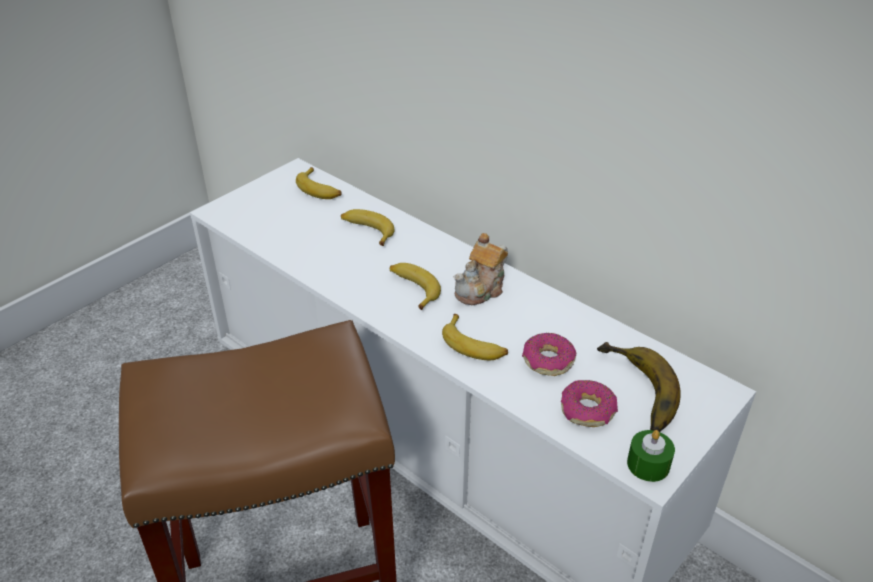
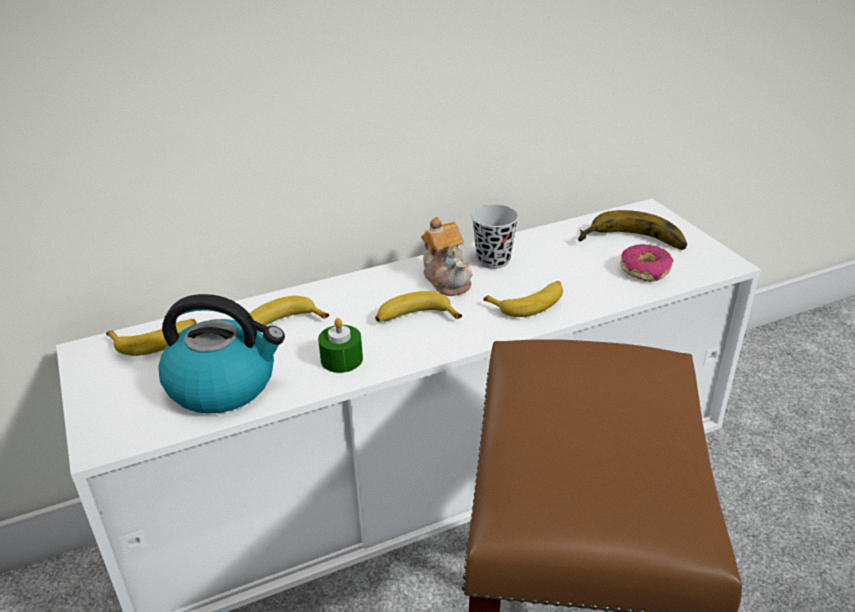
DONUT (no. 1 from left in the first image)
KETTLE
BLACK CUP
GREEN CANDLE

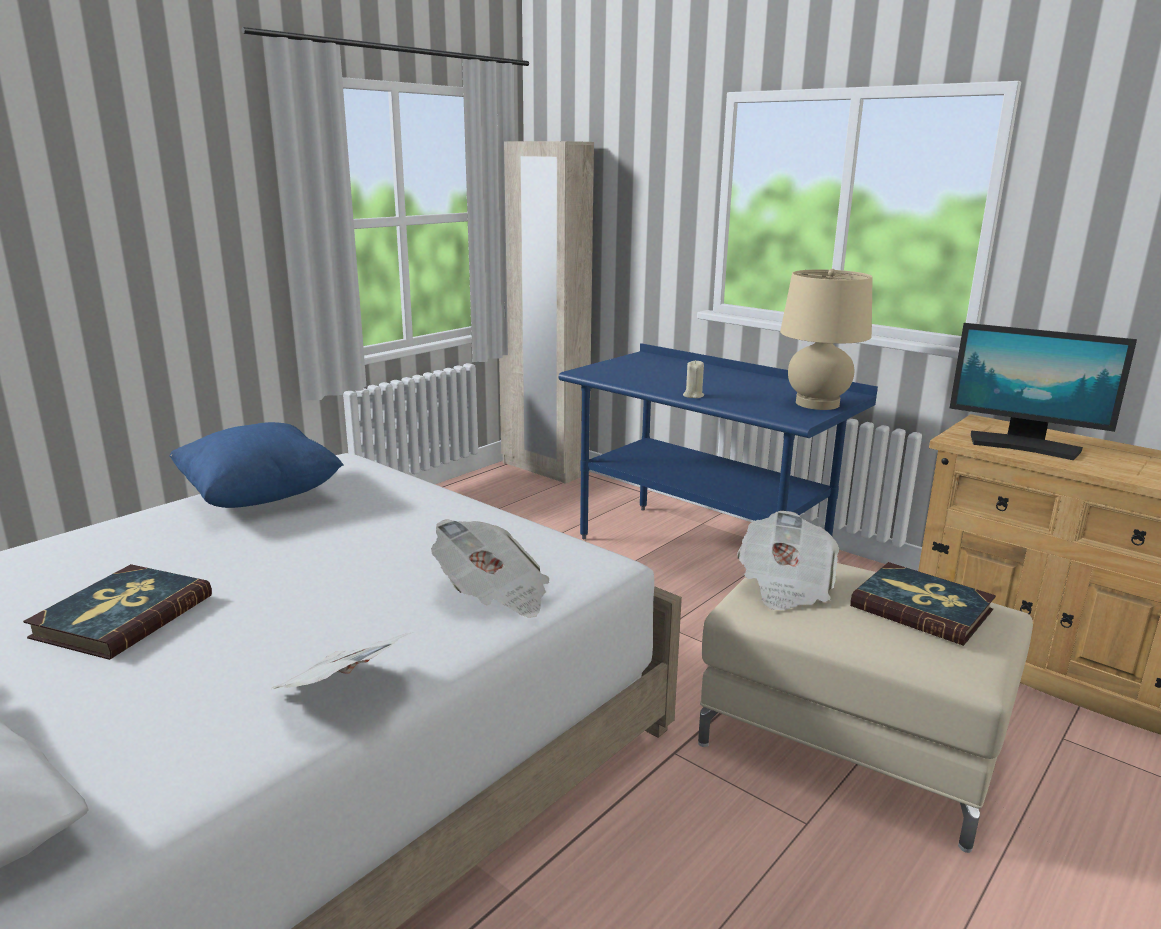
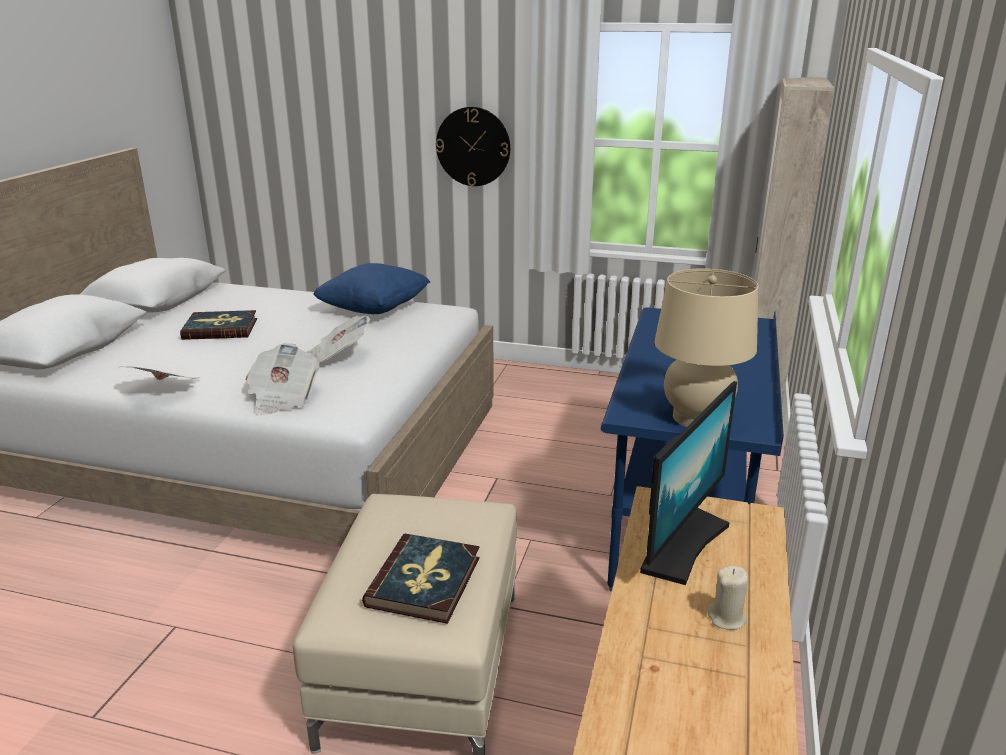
WALL CLOCK
BEIGE CANDLE
NEWSPAPER (no. 3 from left)
MONITOR

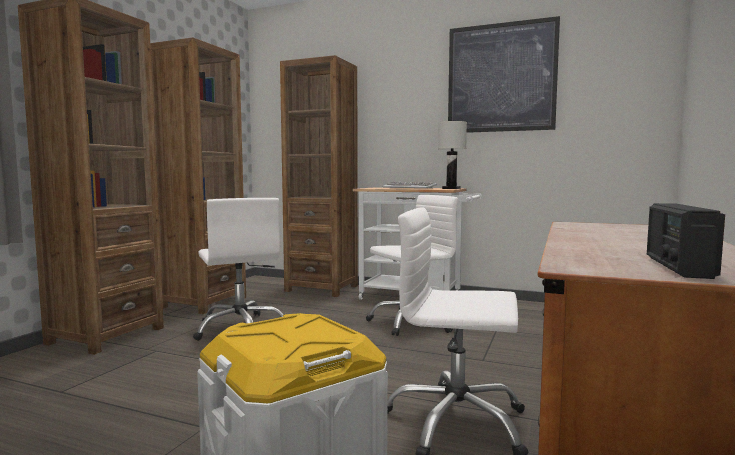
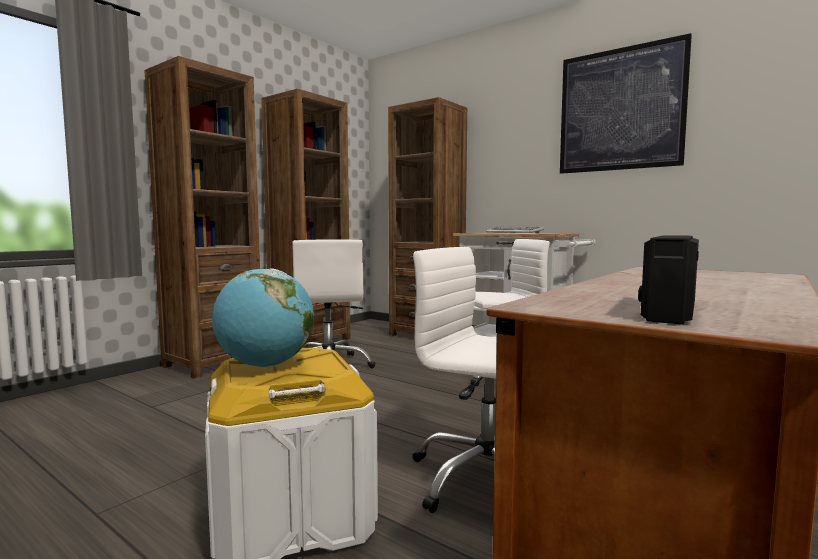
WHITE TABLE LAMP
GLOBE

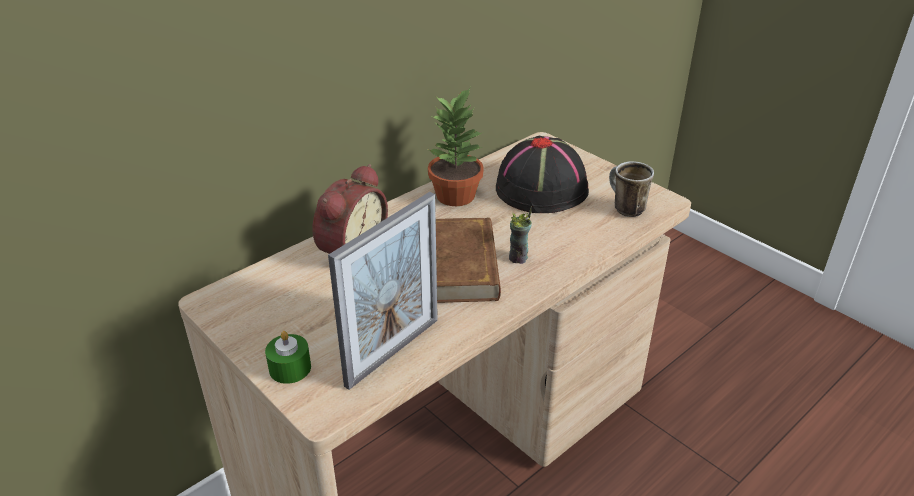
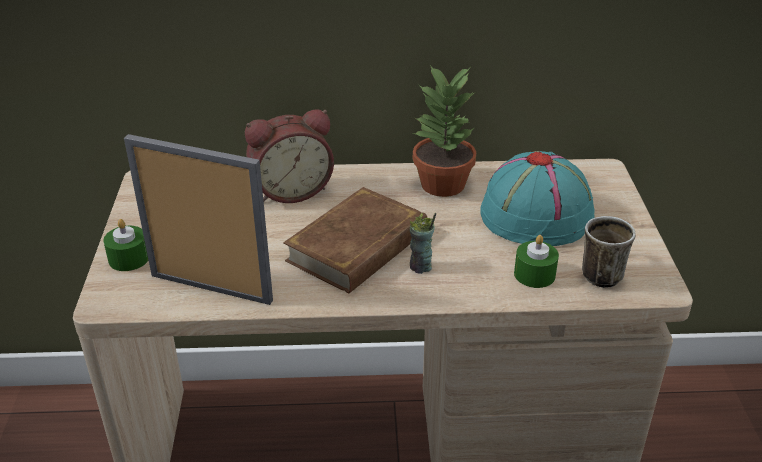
GREEN CANDLE (no. 2 from left)
TURQUOISE HAT
PICTURE FRAME

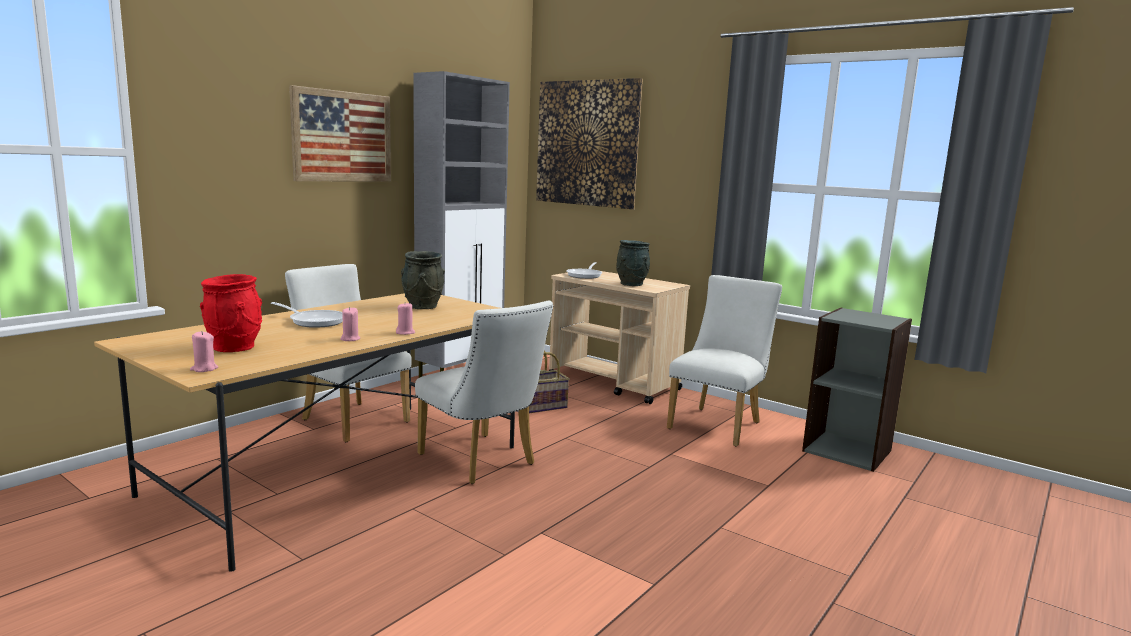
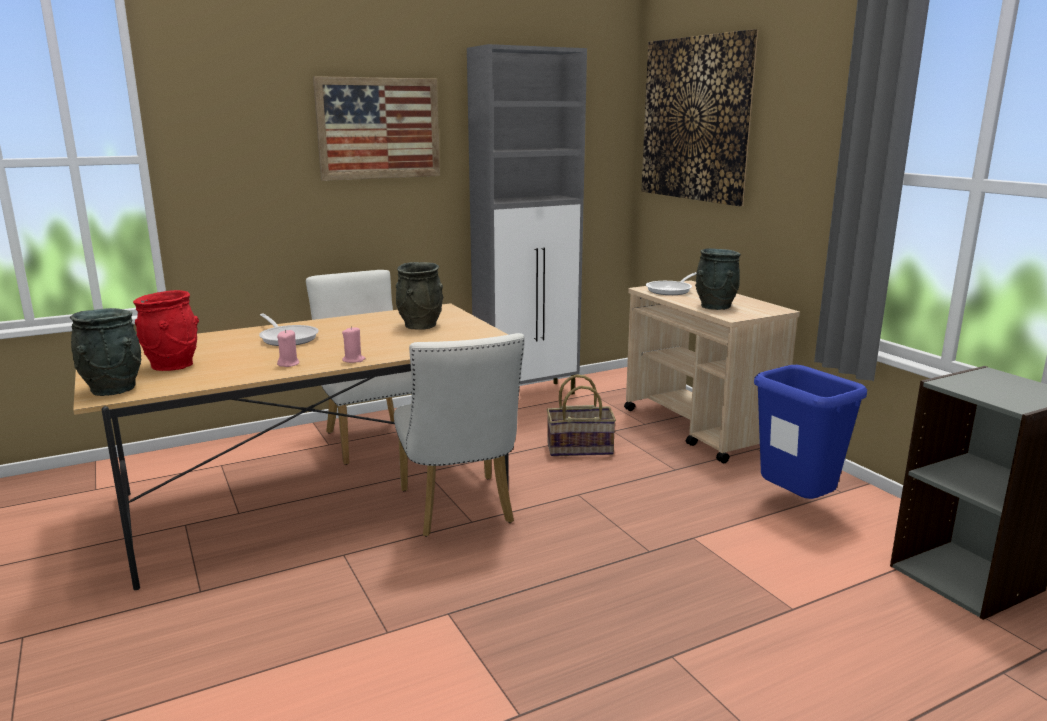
GREY VASE (no. 1 from left)
BLUE TRASH CAN

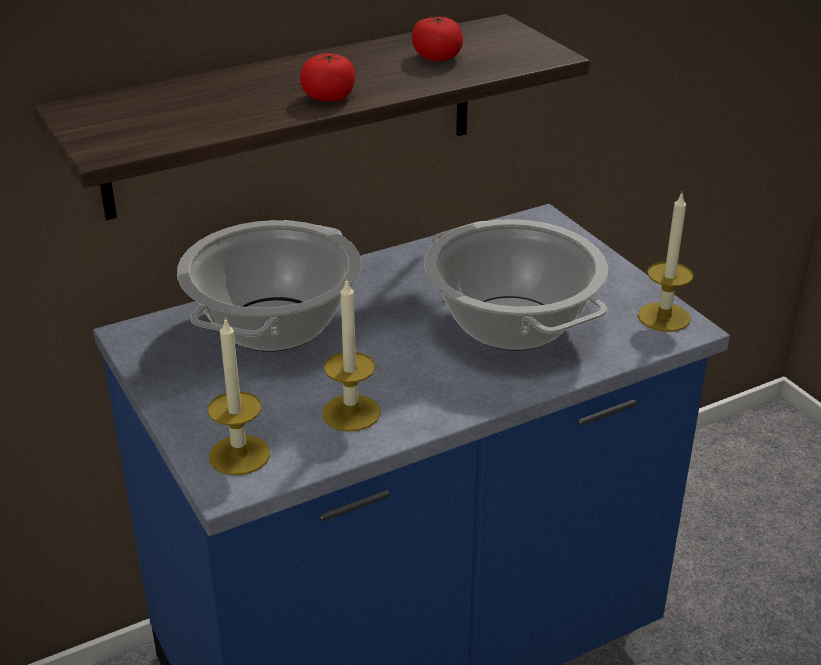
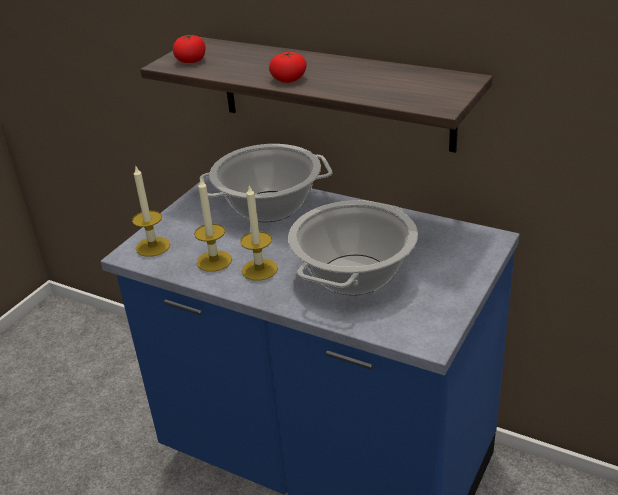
TOMATO (no. 1 from left)
CANDLE (no. 3 from left)

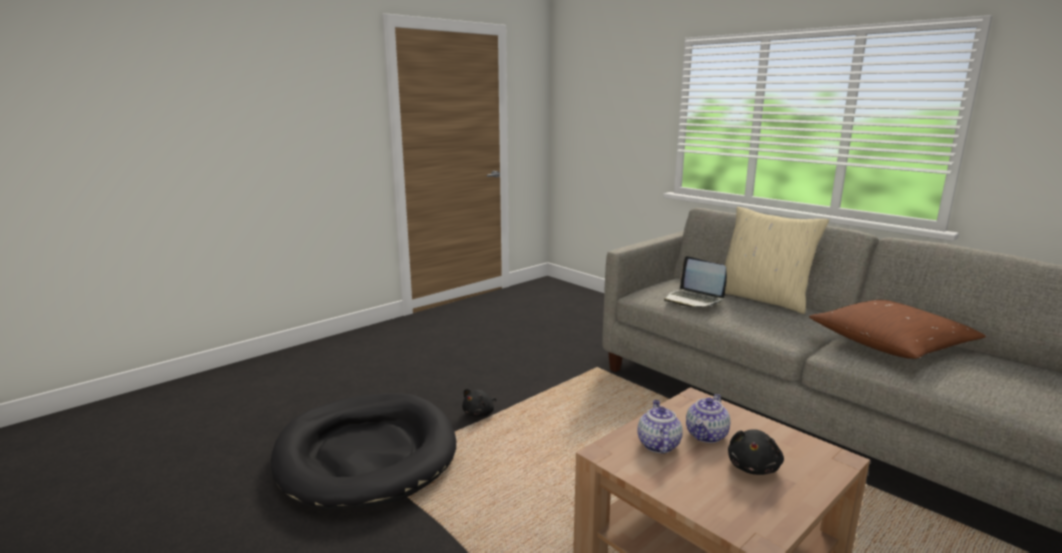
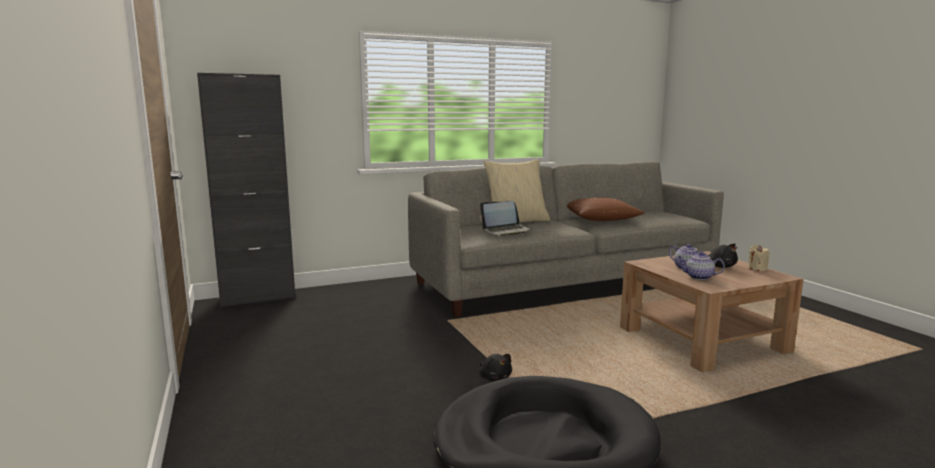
BLACK CABINET
BEIGE CANDLE

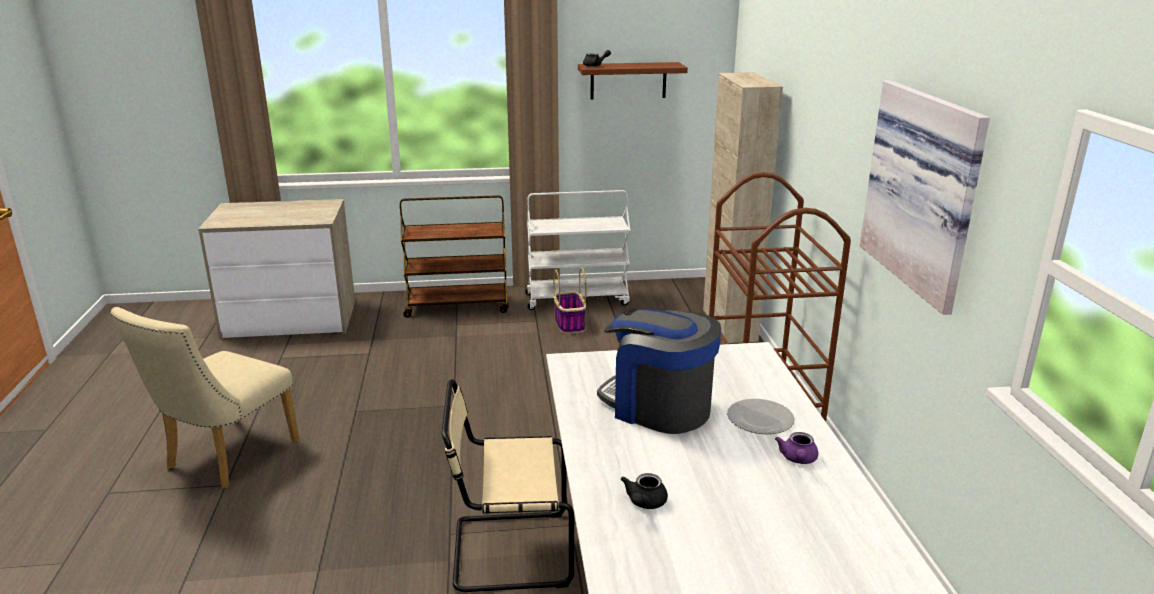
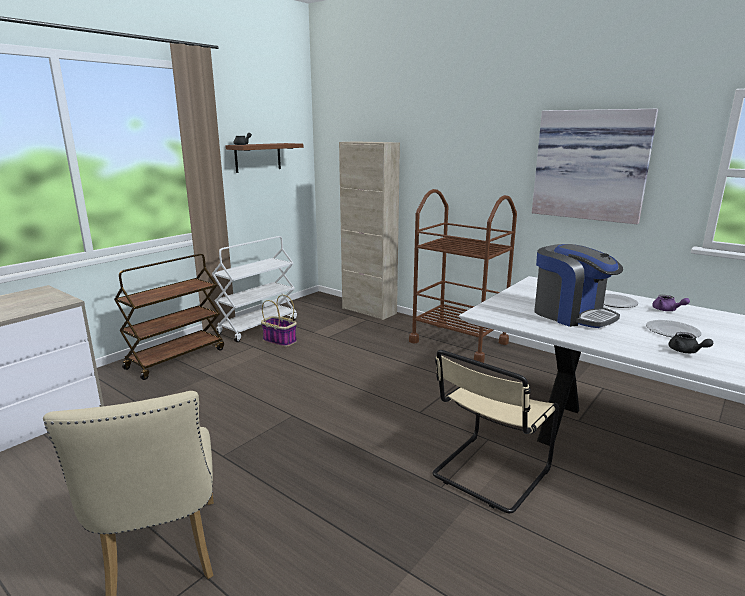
PLATE (no. 2 from left)
COFFEE MACHINE

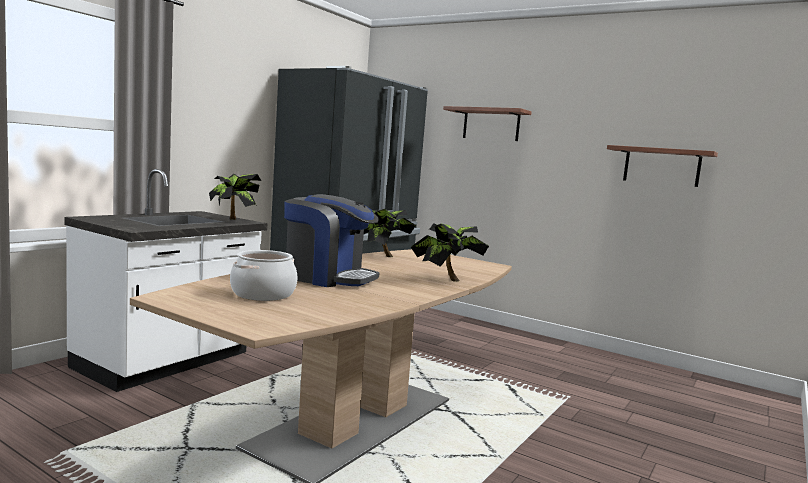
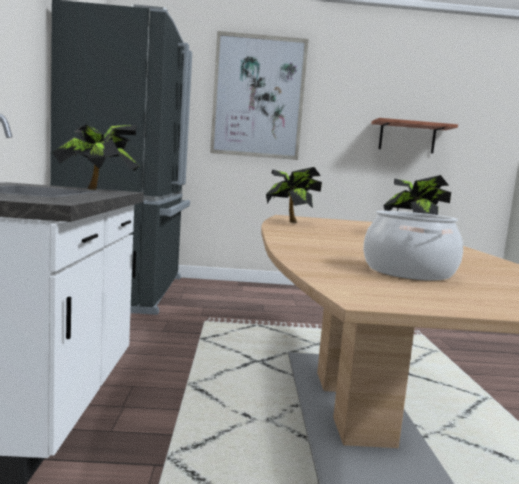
COFFEE MACHINE
PICTURE

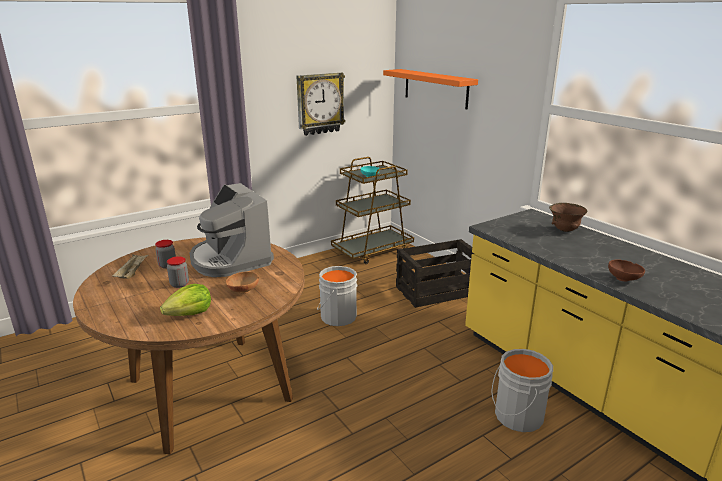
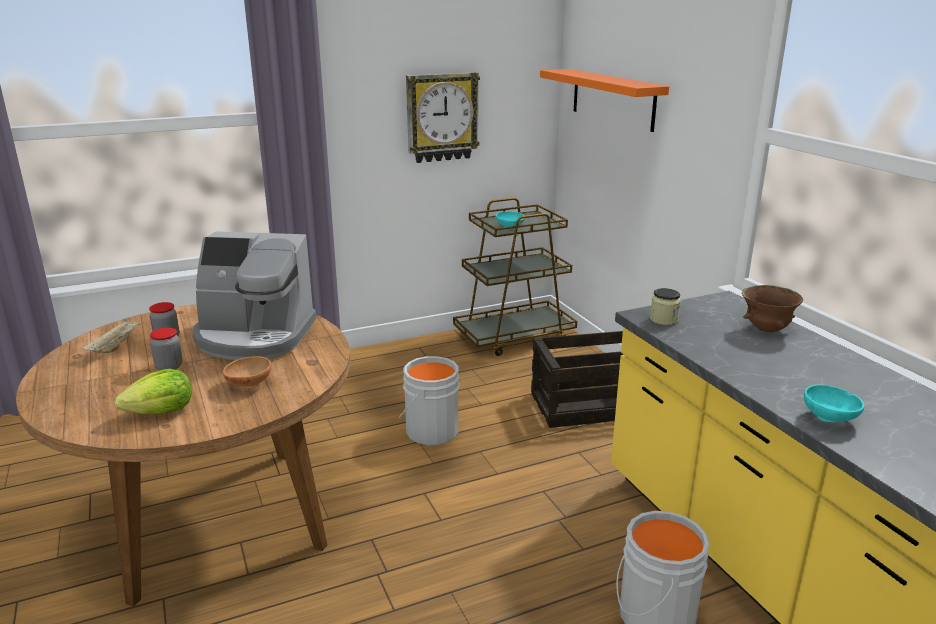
JAR (no. 3 from left)
TURQUOISE BOWL (no. 2 from left)
COFFEE MACHINE

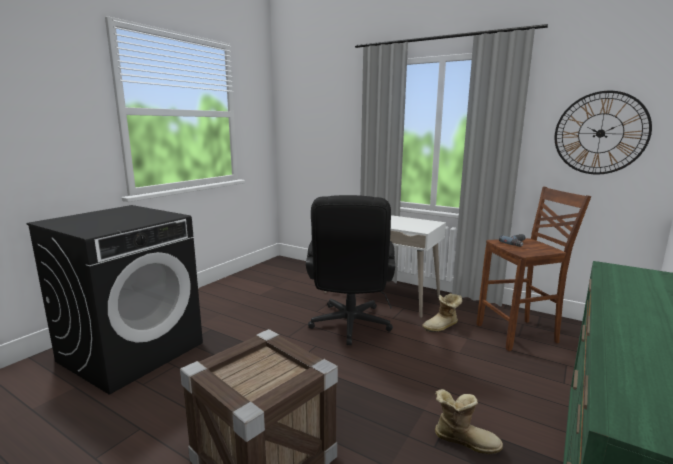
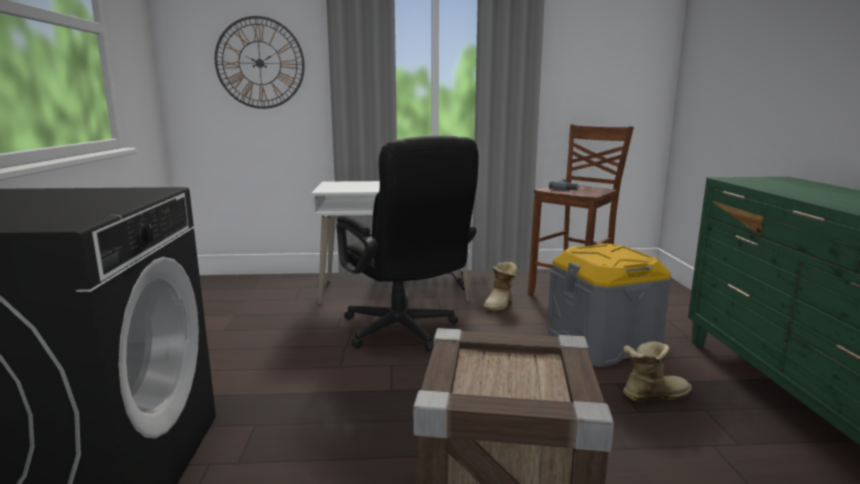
GREY STORAGE BOX
WALL CLOCK

